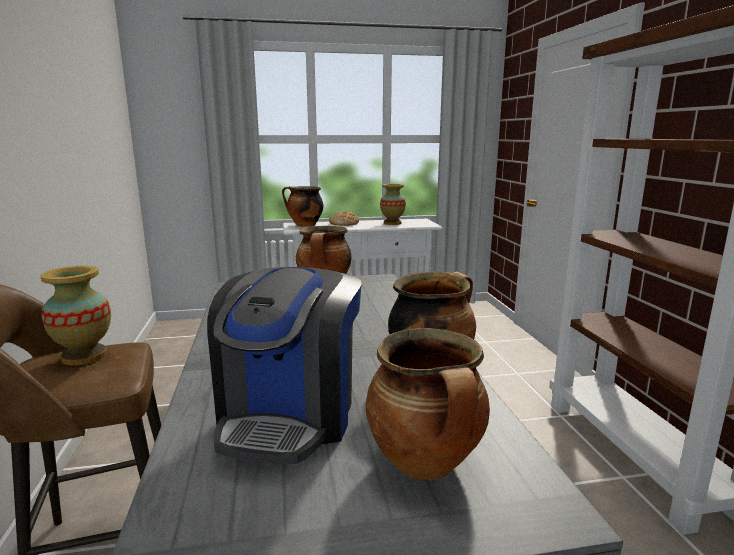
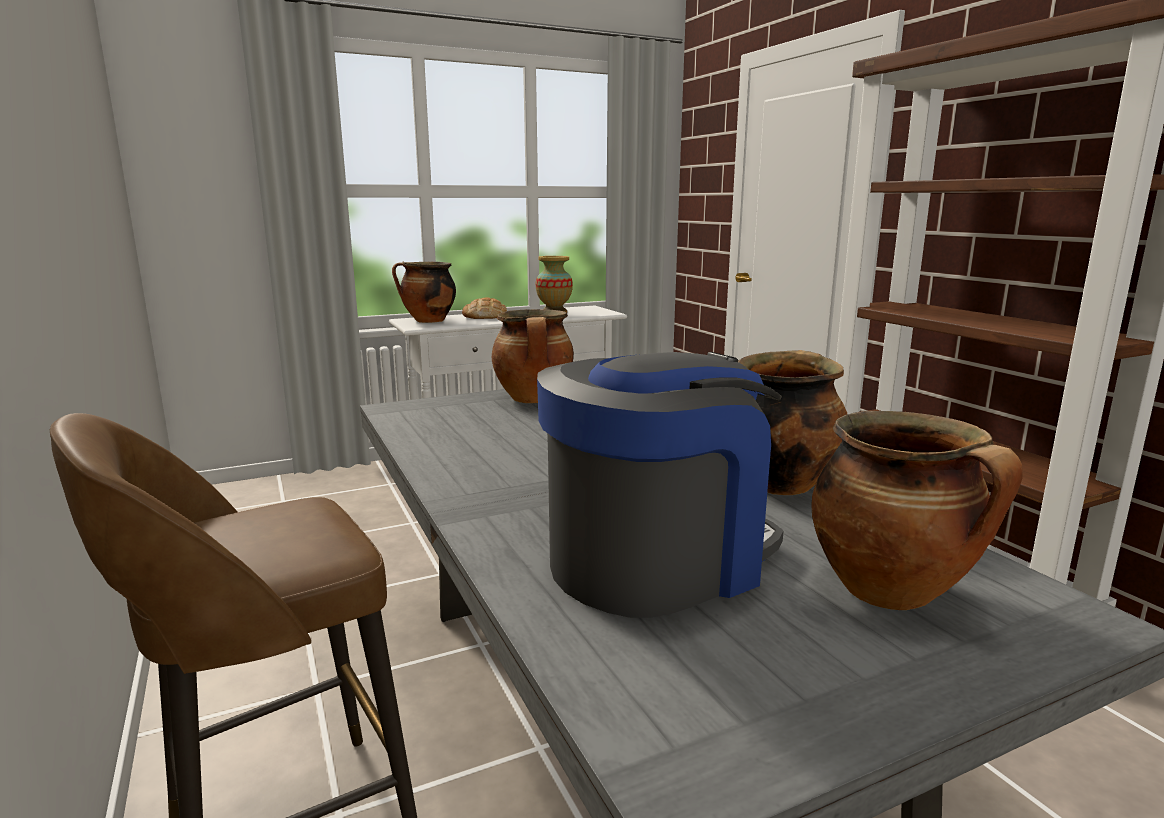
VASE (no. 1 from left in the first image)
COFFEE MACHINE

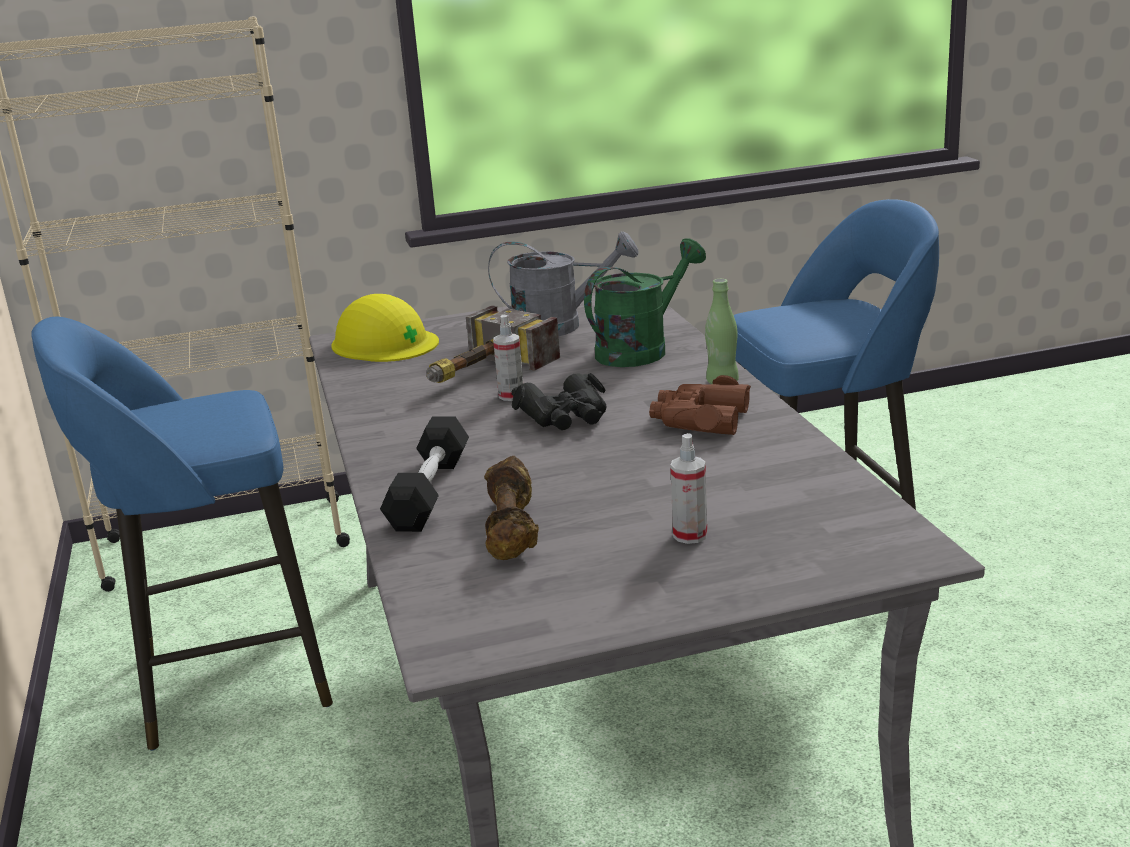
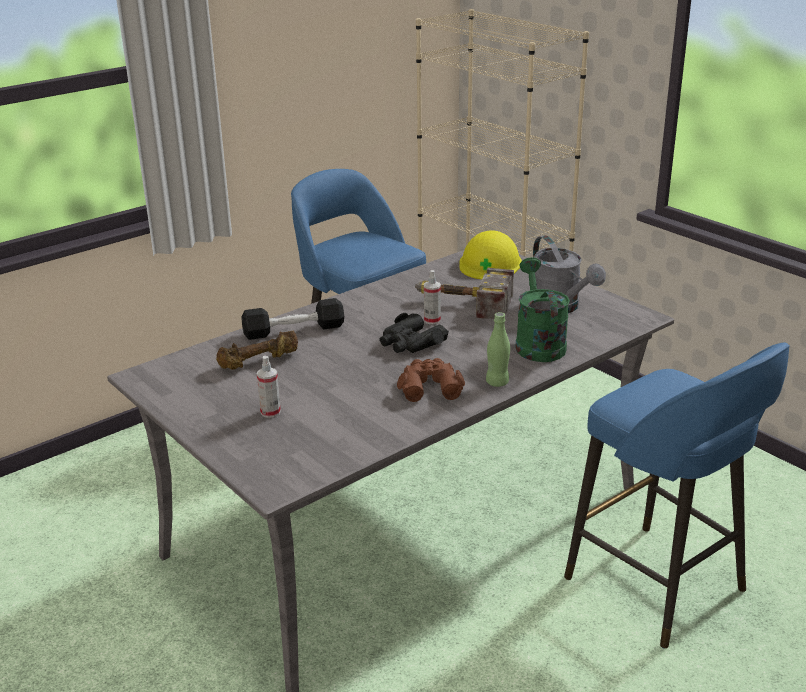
GREEN WATERING CAN

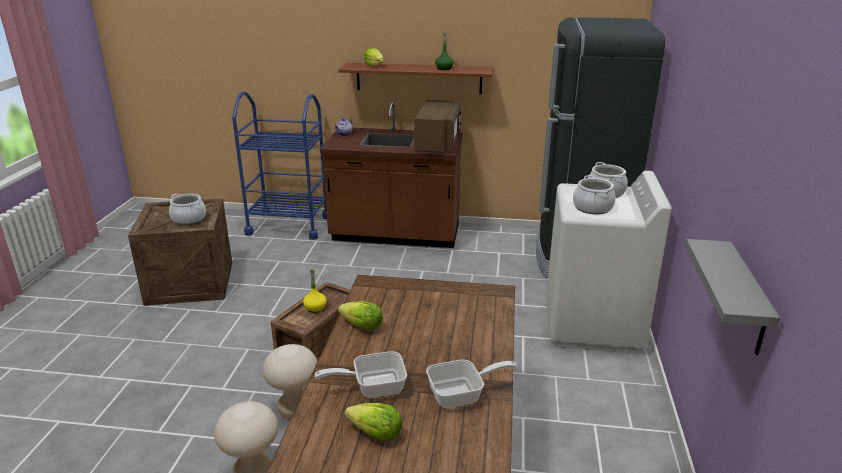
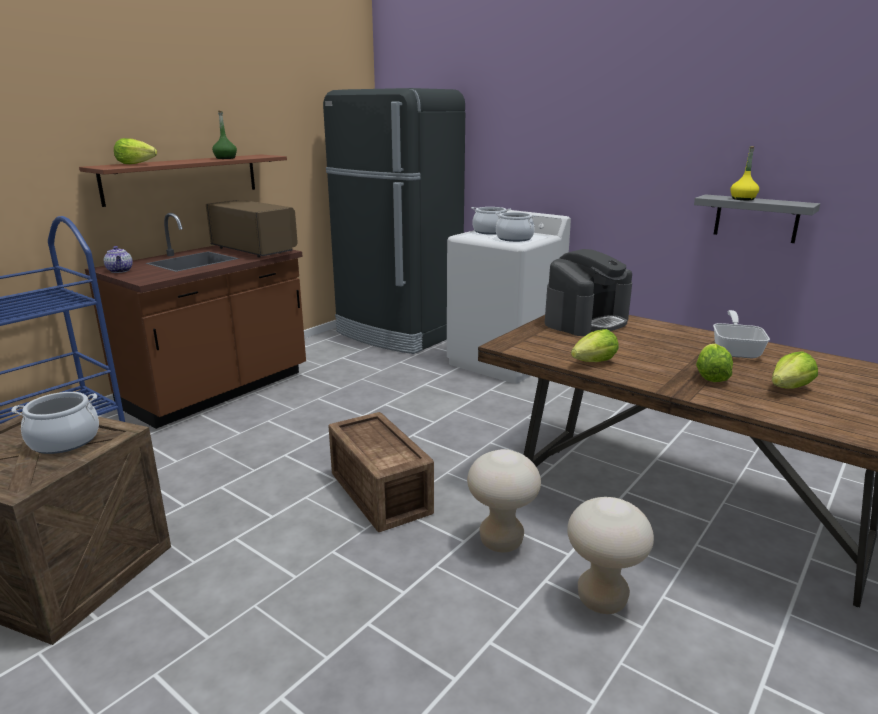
COFFEE MACHINE
YELLOW BOTTLE
LETTUCE (no. 3 from left)

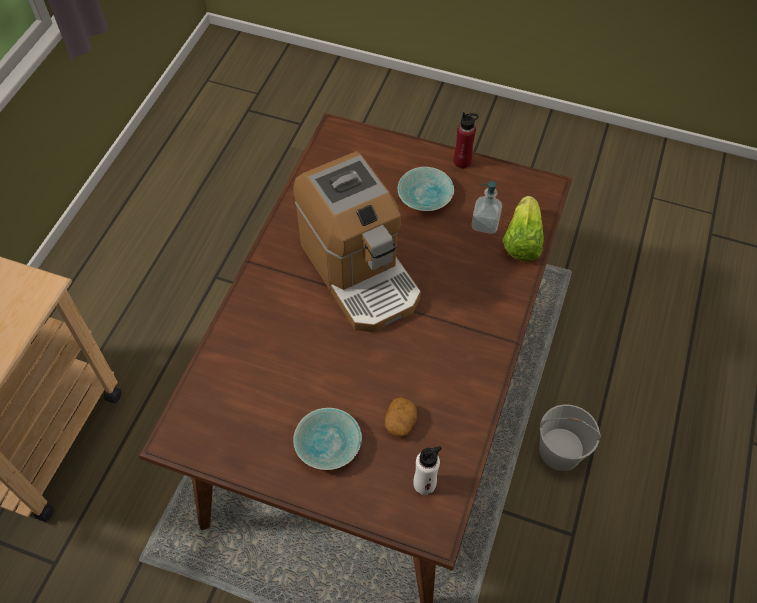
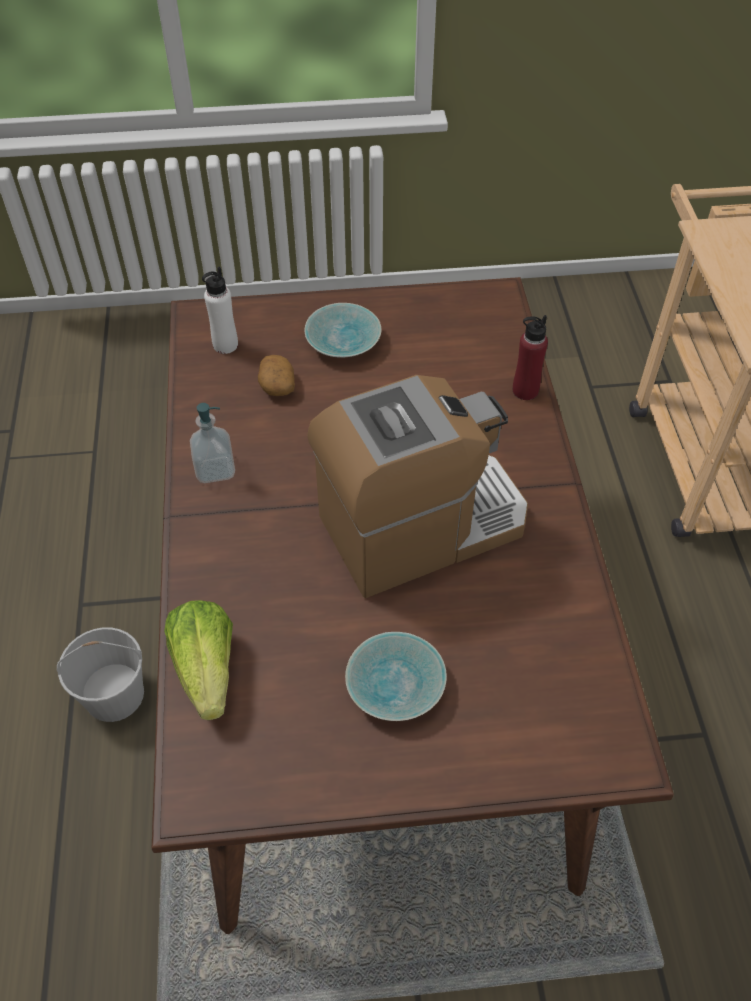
RED BOTTLE
SOAP DISPENSER
COFFEE MACHINE

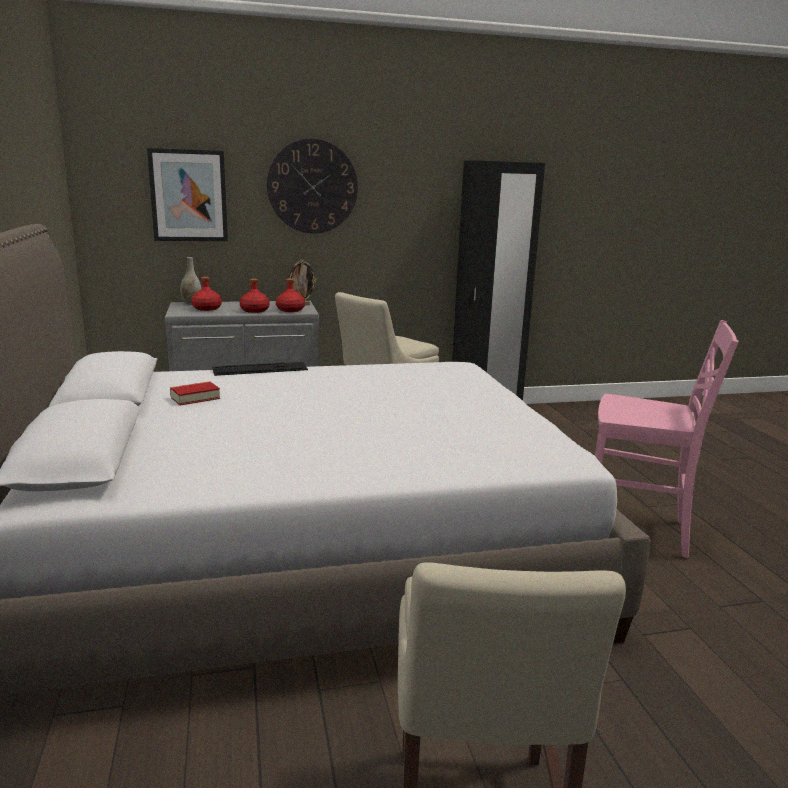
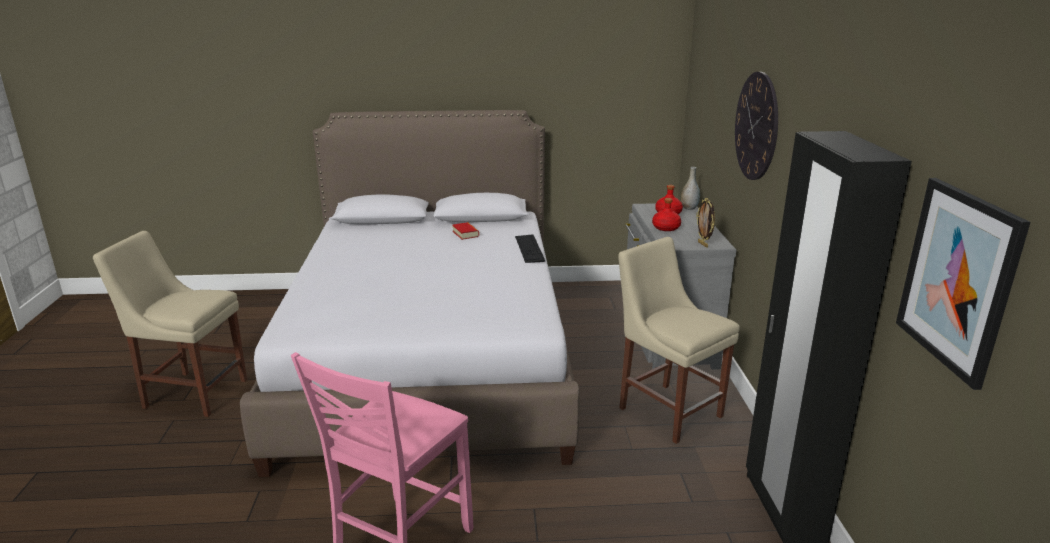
RED BOTTLE (no. 3 from left in the first image)
PICTURE

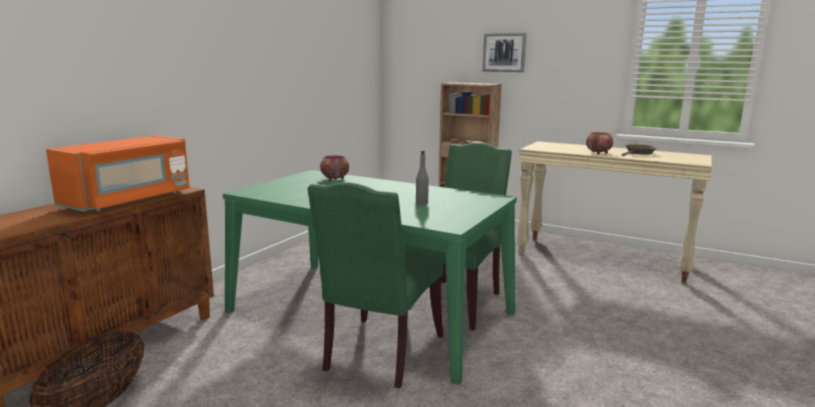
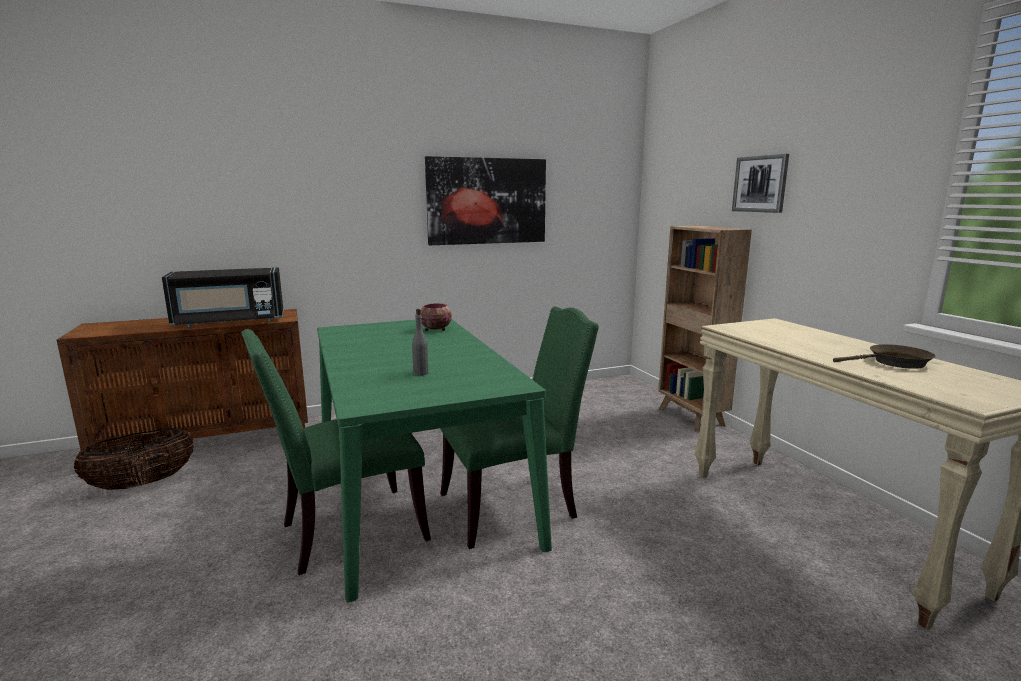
BOWL (no. 2 from left in the first image)
PICTURE (no. 1 from left)
BLACK MICROWAVE

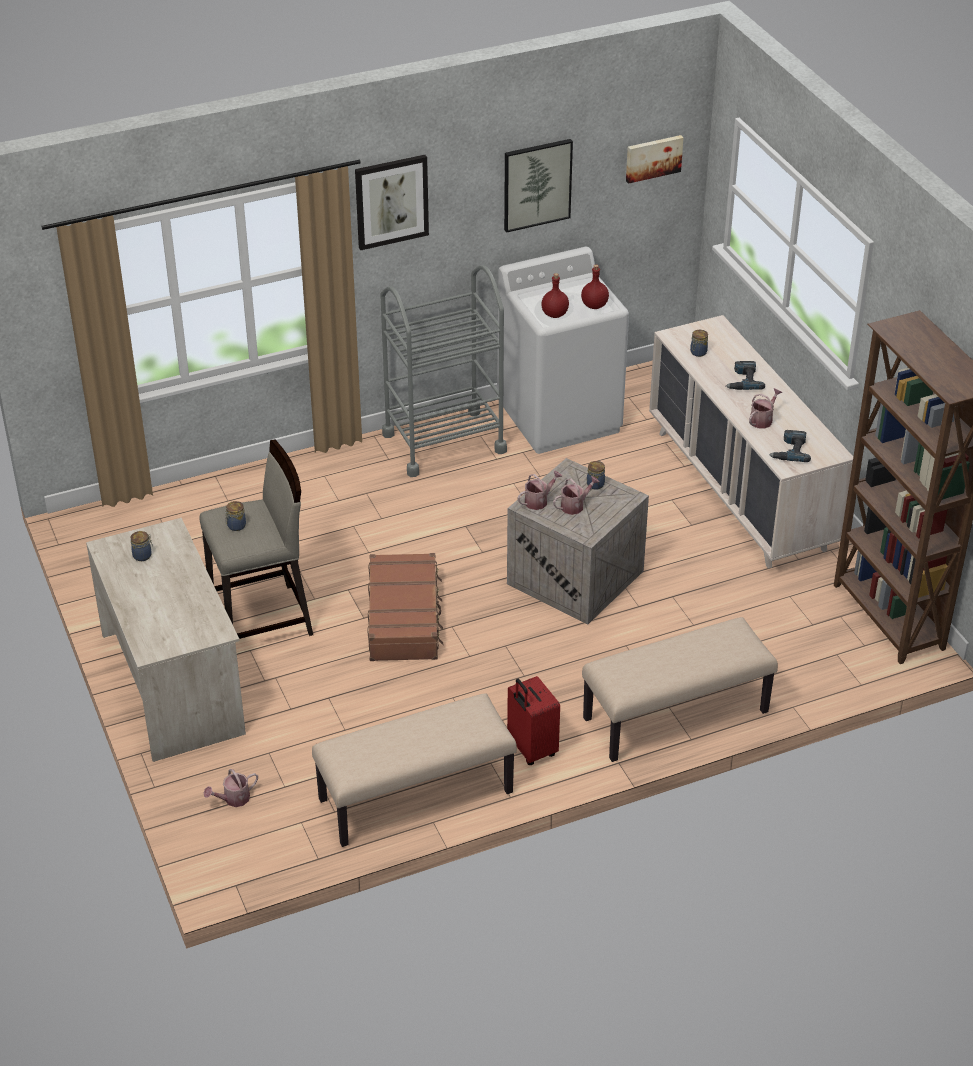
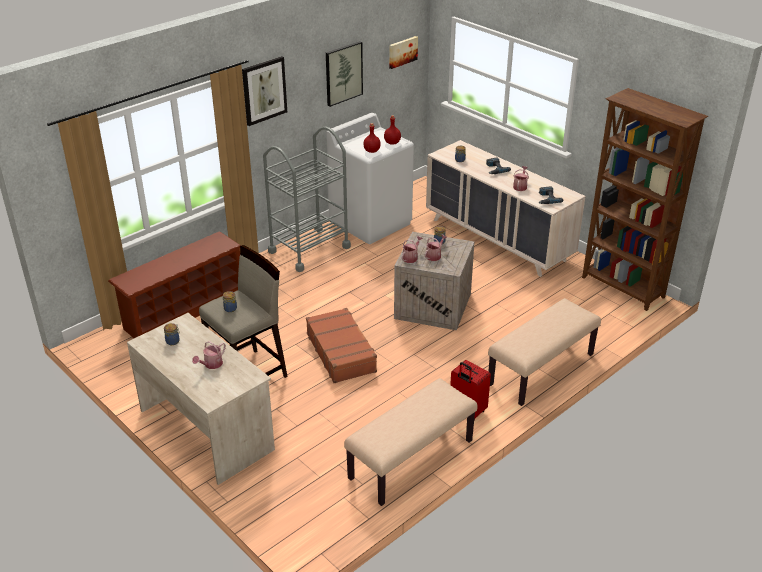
BROWN SHOE RACK
WATERING CAN (no. 1 from left)

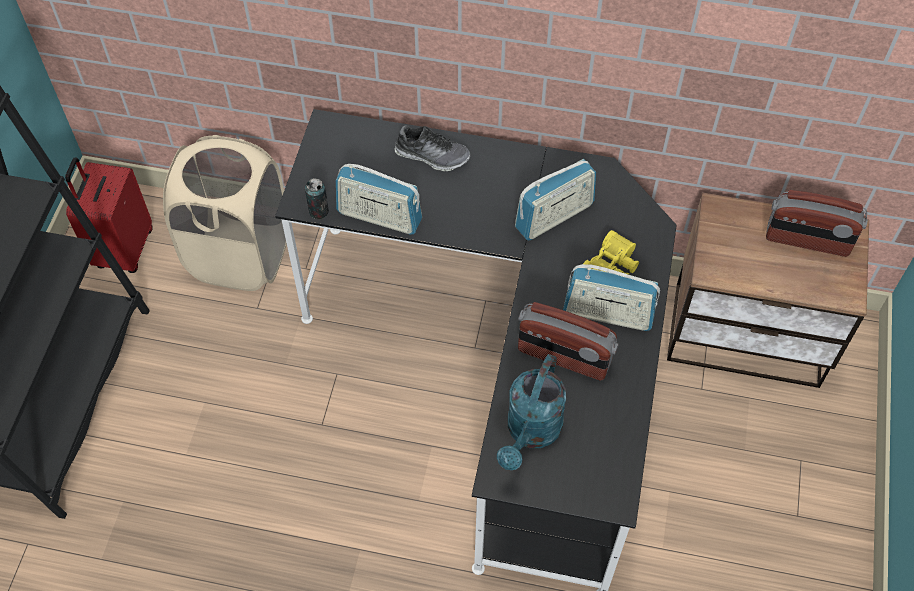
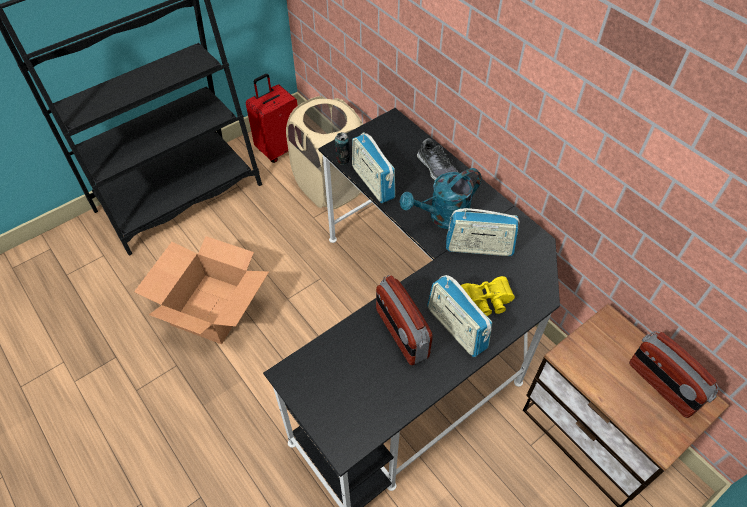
CARDBOARD BOX
TURQUOISE WATERING CAN

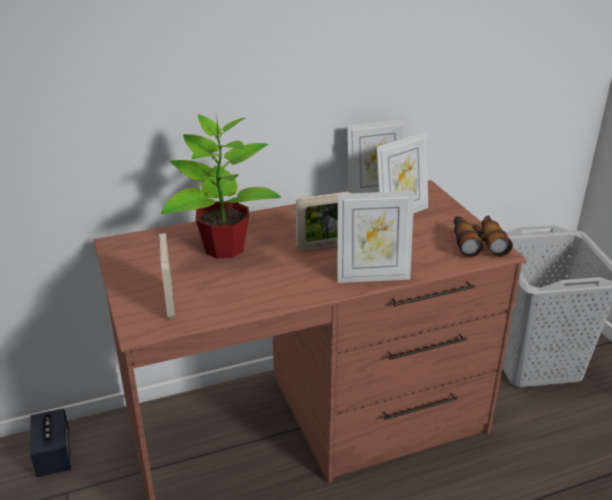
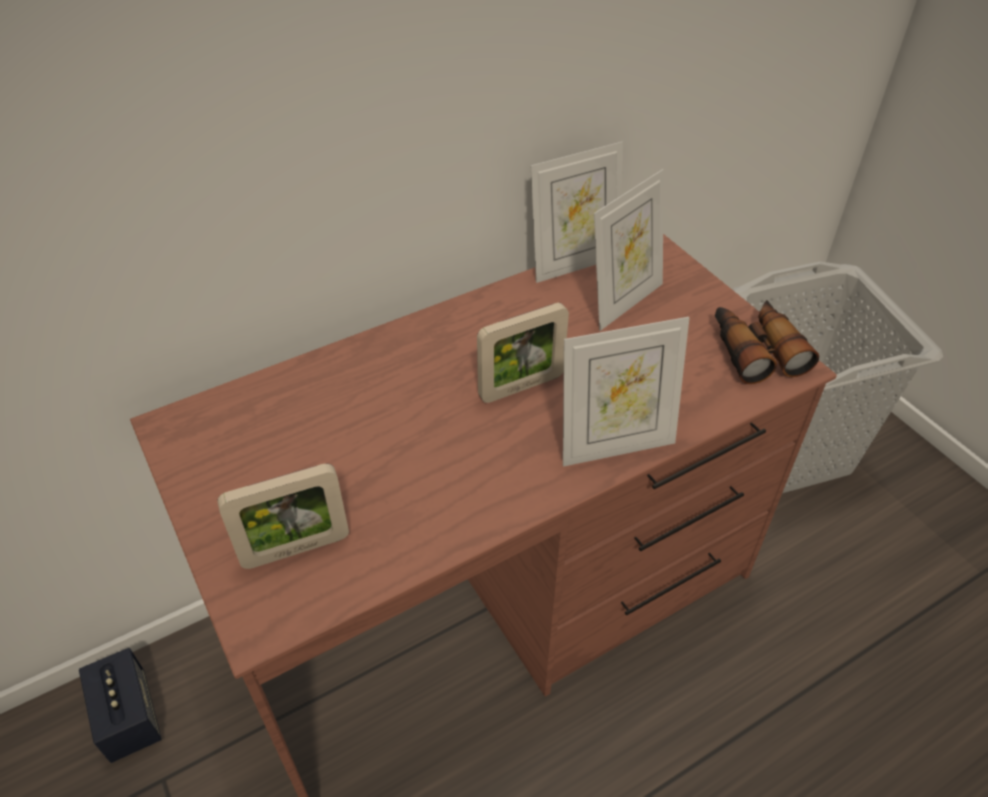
POTTED PLANT
PICTURE FRAME (no. 1 from left)

